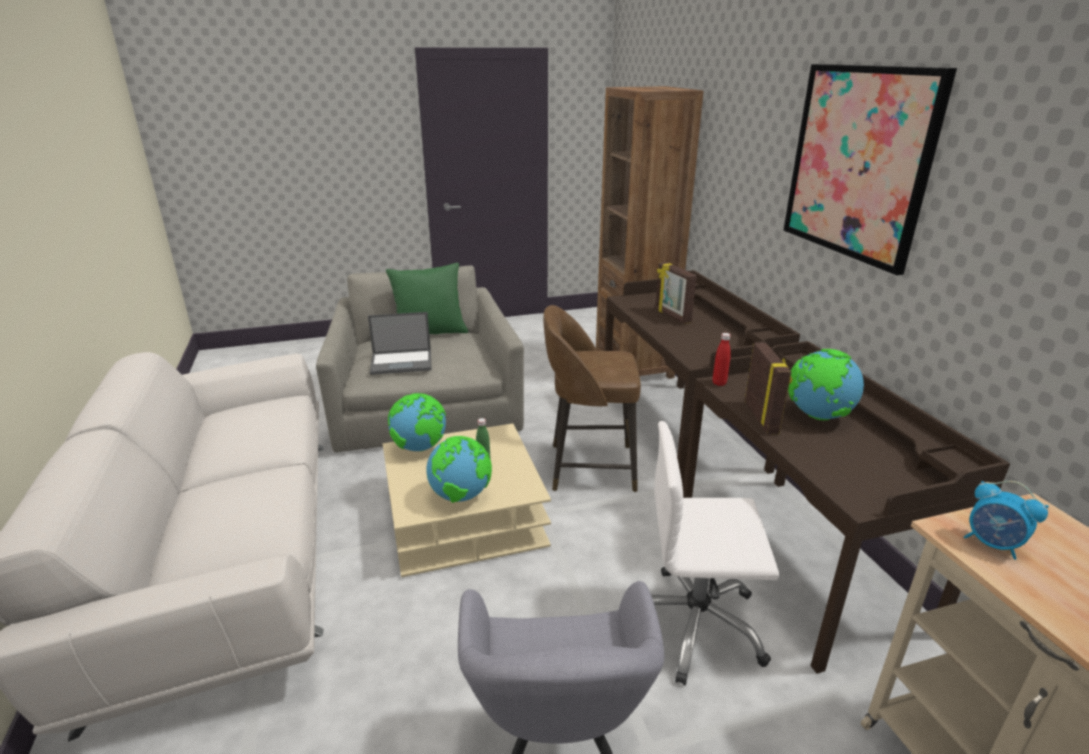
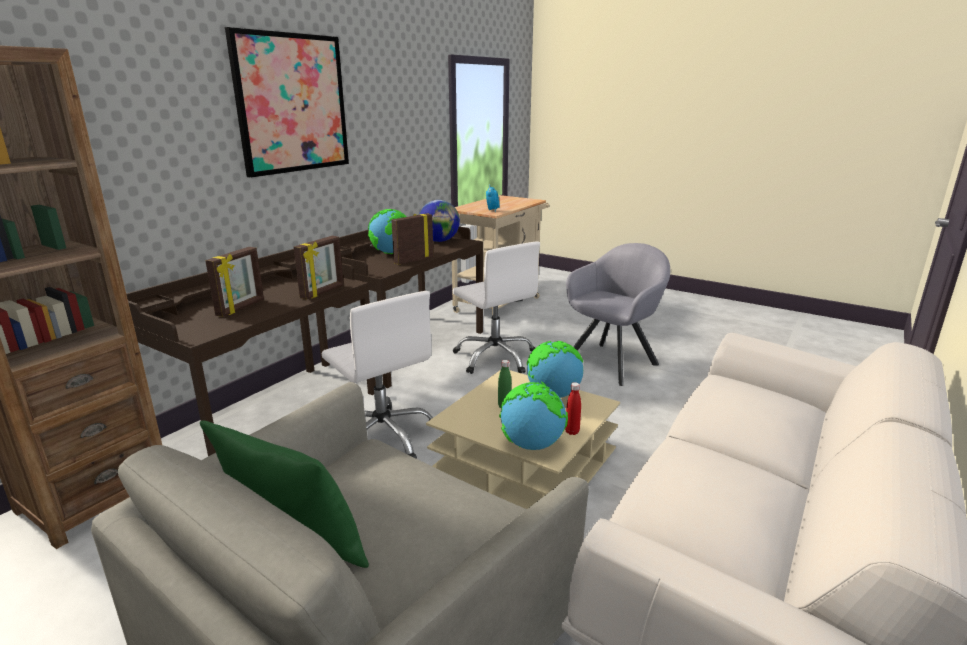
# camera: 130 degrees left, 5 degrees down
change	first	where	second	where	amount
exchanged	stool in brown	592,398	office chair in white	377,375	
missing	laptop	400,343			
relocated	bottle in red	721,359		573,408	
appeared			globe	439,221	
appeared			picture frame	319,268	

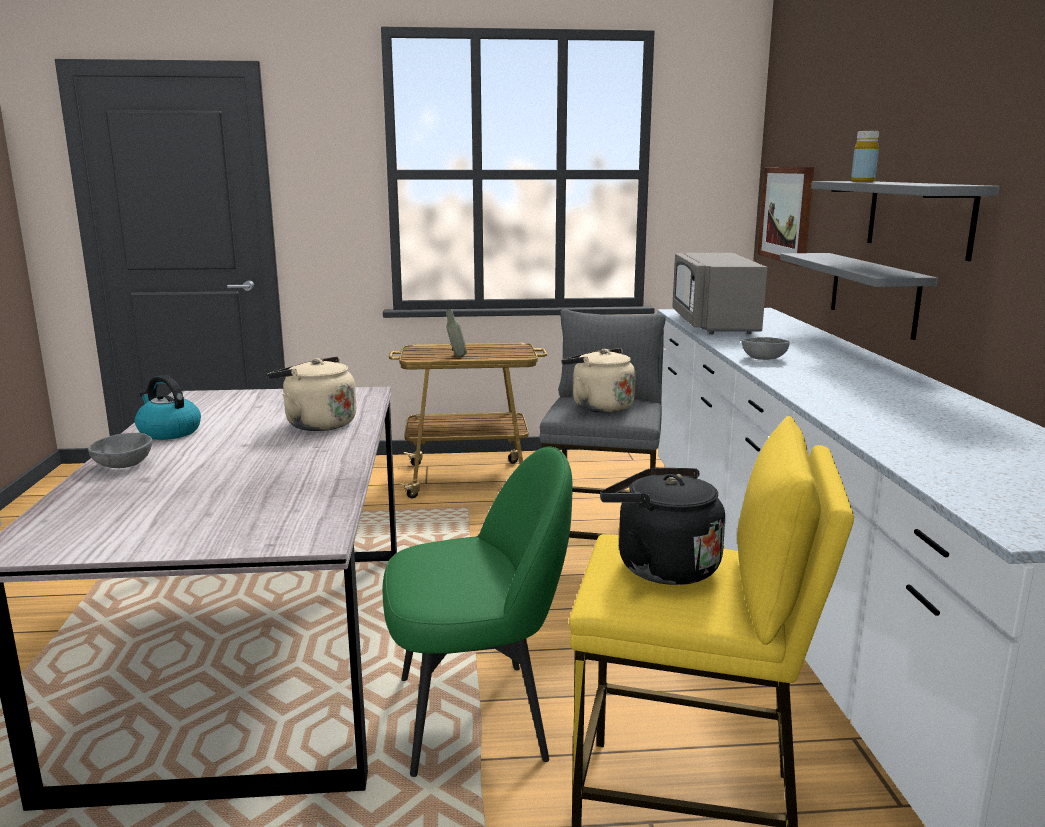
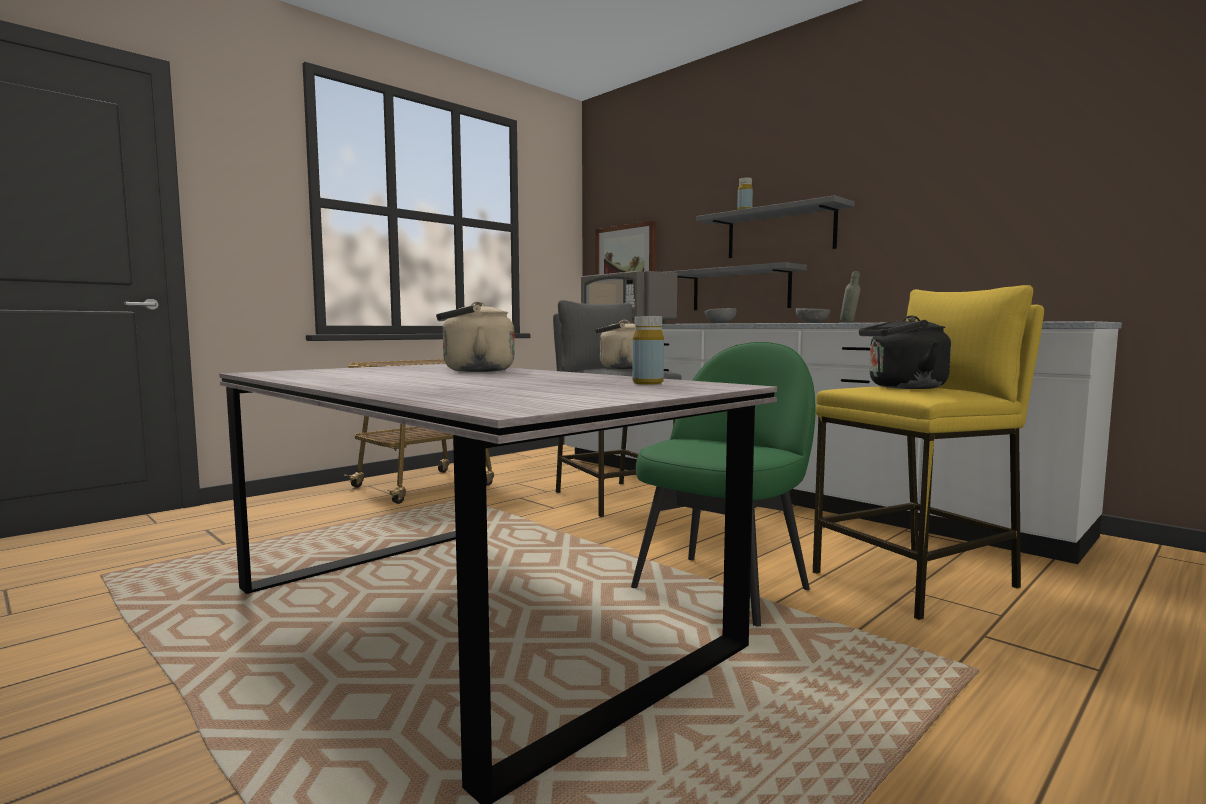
# camera: 40 degrees left, 10 degrees down
change	first	where	second	where	amount
relocated	bottle in grey	456,333		850,297	
missing	kettle	168,407			
relocated	bowl in grey	120,450		813,315	
appeared			bottle in yellow	648,350	

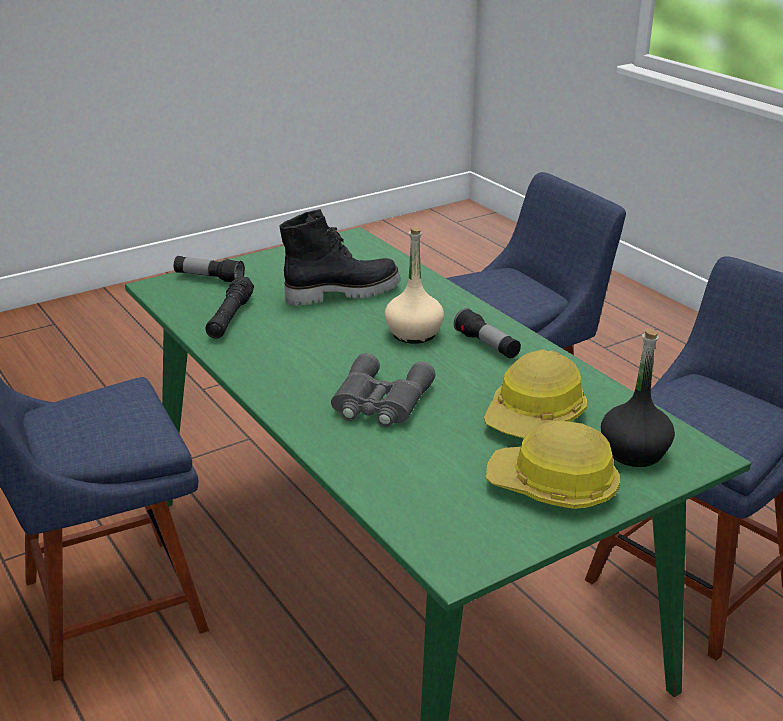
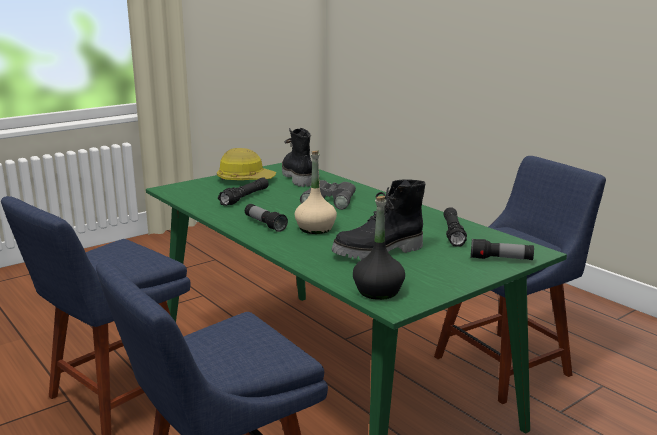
# camera: 175 degrees right, 10 degrees down
change	first	where	second	where	amount
relocated	bottle in black	638,397		379,248	
exchanged	hard hat	535,393	flashlight in black	243,192	
appeared			boot in black	297,157	

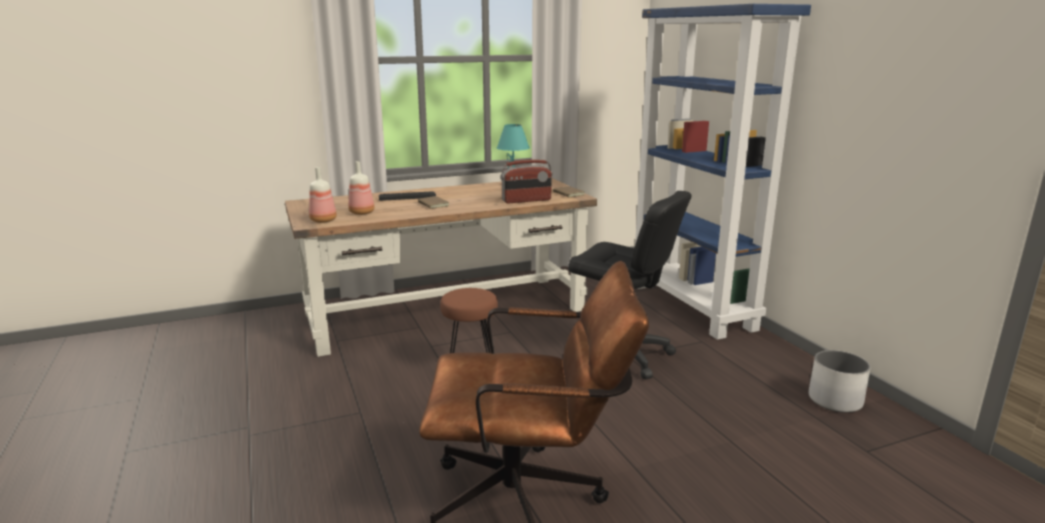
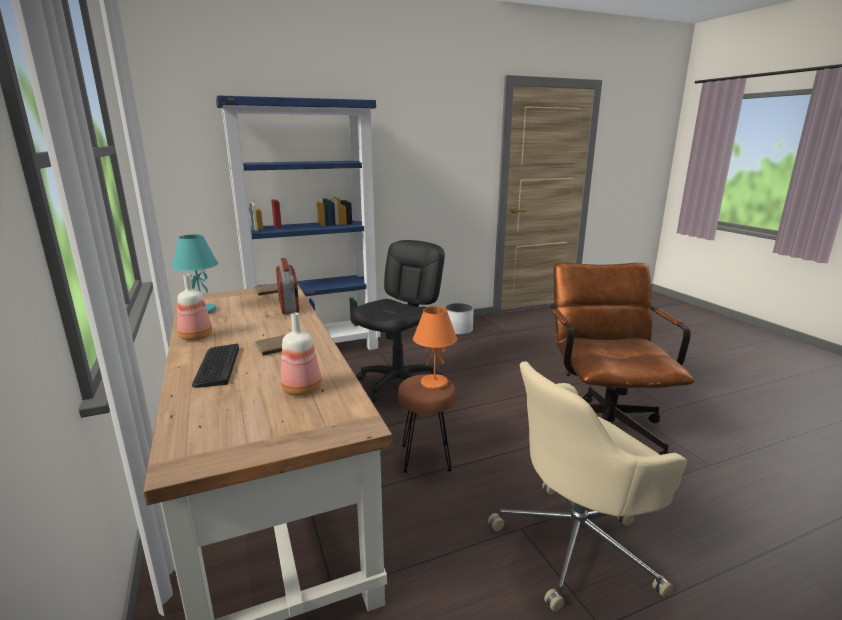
# camera: 90 degrees left, 0 degrees up
change	first	where	second	where	amount
relocated	bottle	323,195		194,308	
appeared			table lamp in orange	435,348	
appeared			office chair in beige	587,486	

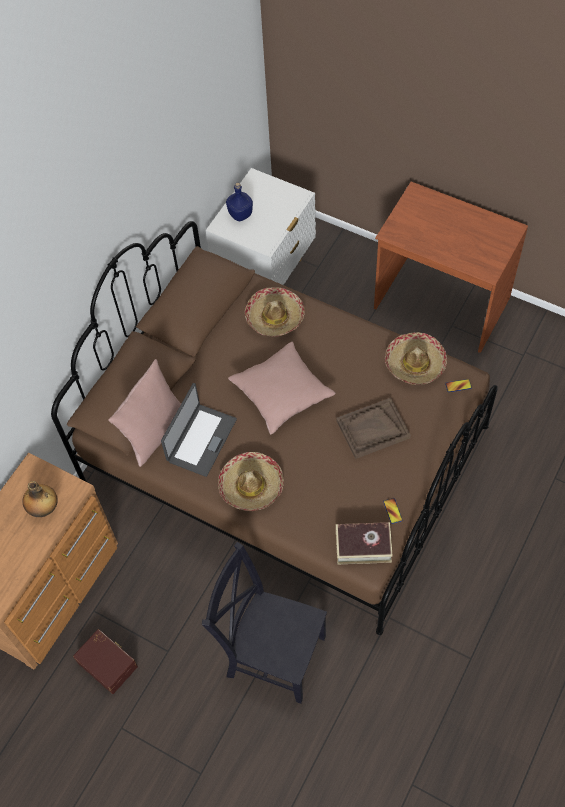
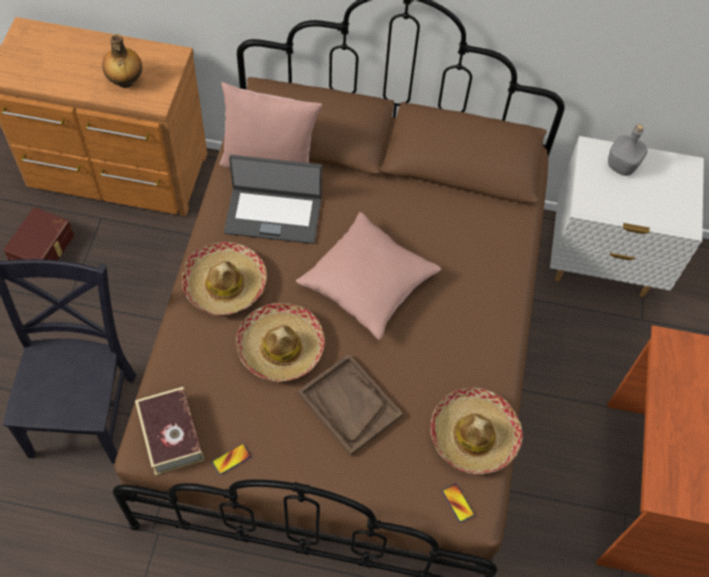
# camera: 65 degrees right, 0 degrees up
change	first	where	second	where	amount
colour	bottle in blue	239,202	bottle in grey	628,150	
relocated	hat	275,312		280,342	

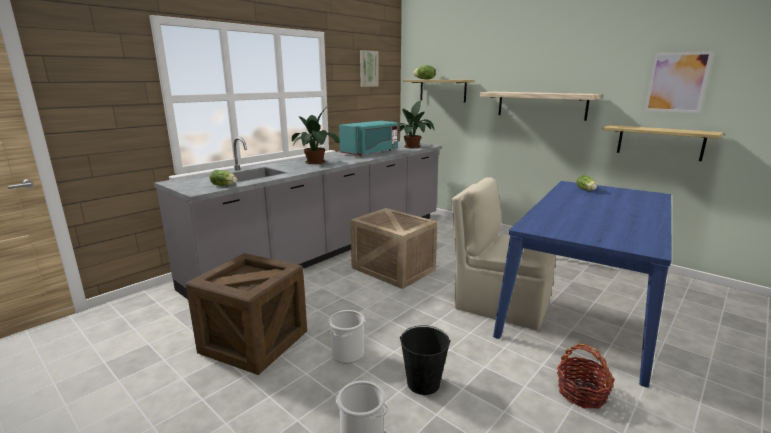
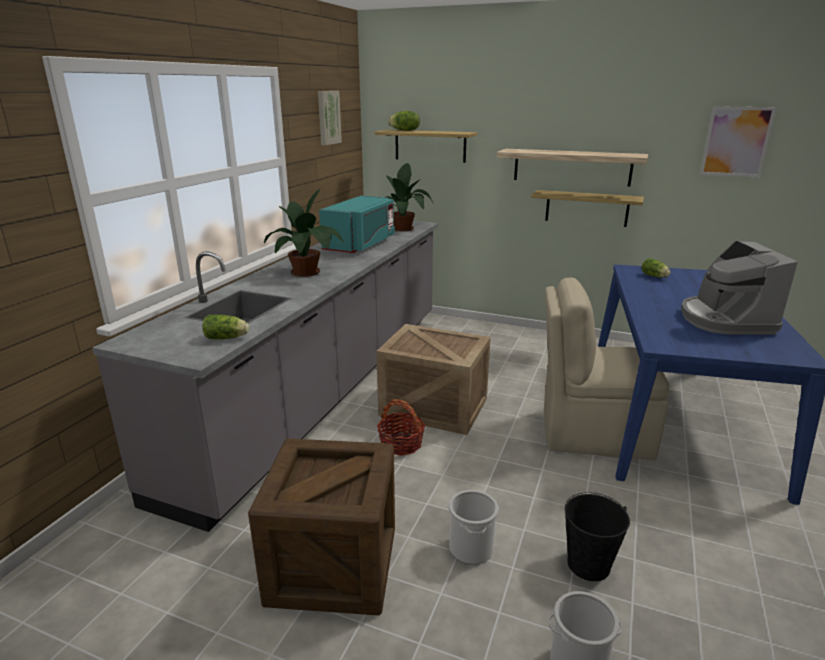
# camera: 20 degrees left, 5 degrees up
change	first	where	second	where	amount
relocated	shelf	662,143		587,208	
relocated	basket	586,376		401,427	
appeared			coffee machine	739,288	

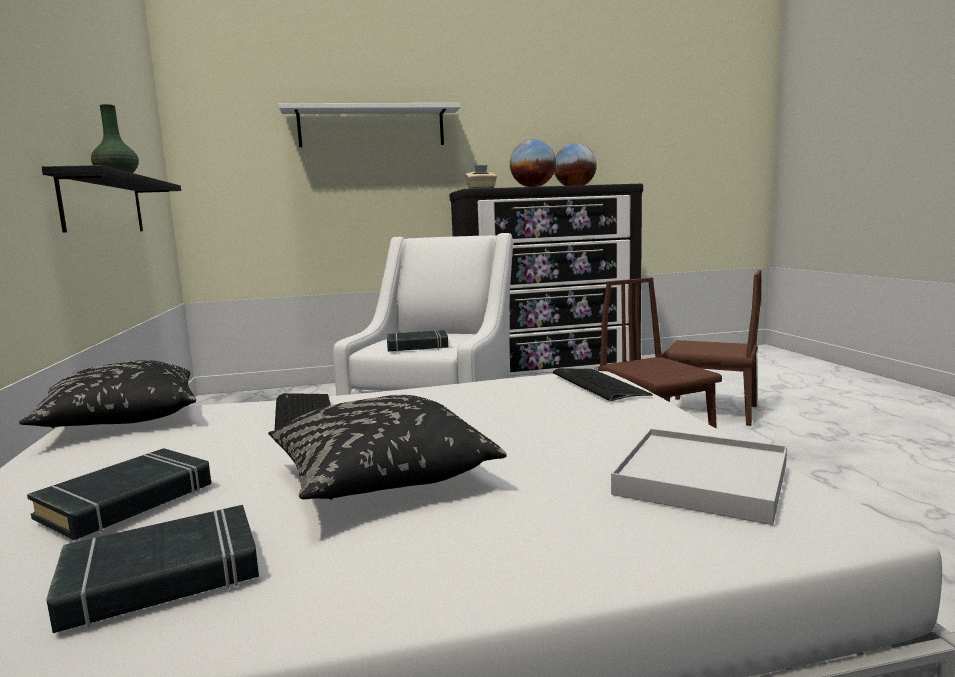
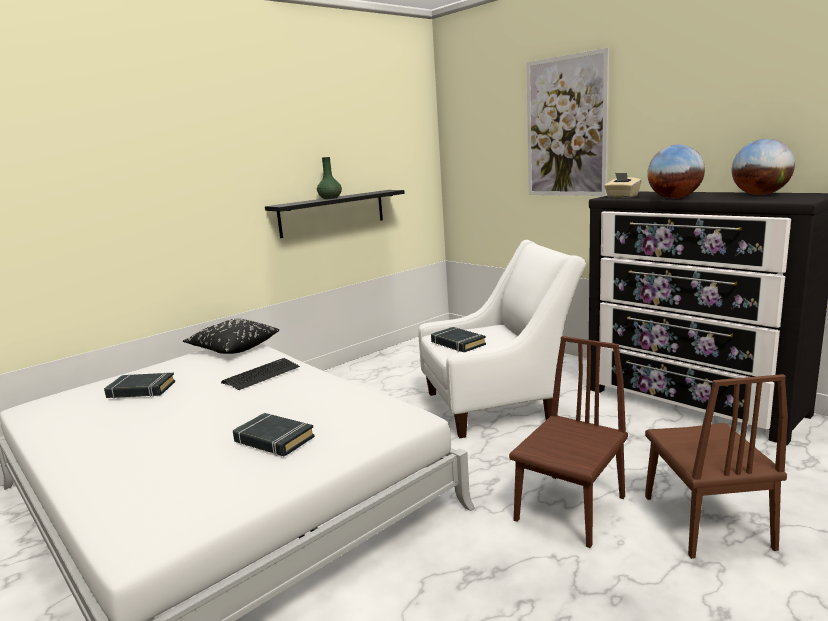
# camera: 60 degrees right, 5 degrees up
change	first	where	second	where	amount
exchanged	shelf in white	369,125	picture	567,122	
missing	keyboard	603,384			
missing	pillow in black	387,447			
missing	tray in white	699,477			
relocated	book in black	152,569		274,434	

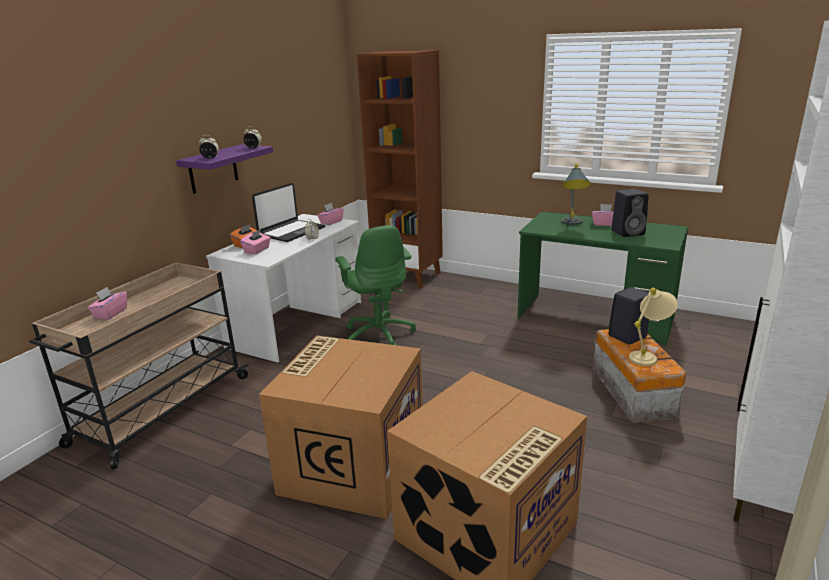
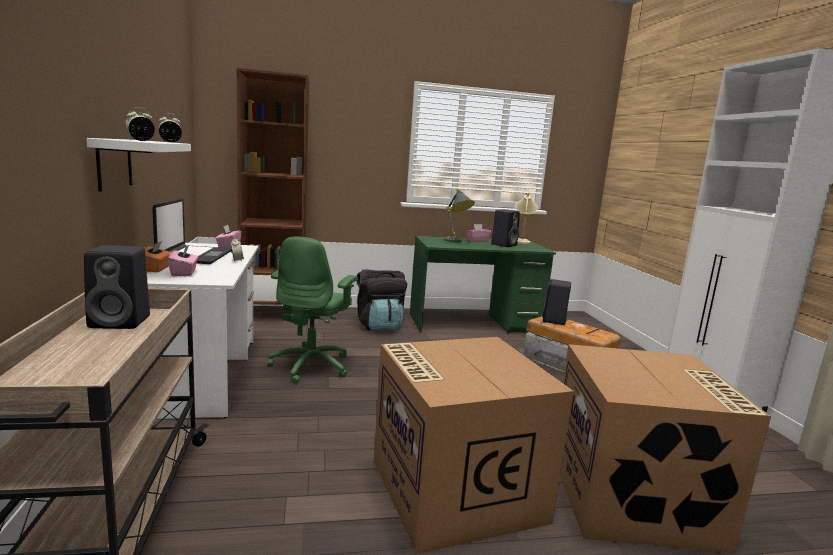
# camera: 40 degrees left, 10 degrees down
change	first	where	second	where	amount
colour	shelf in purple	224,169	shelf in white	138,165	
spun	office chair in green	375,285		312,310	75 degrees clockwise
missing	tissue box in pink	107,303			
relocated	table lamp in beige	653,327		526,218	
appeared			speaker in black	117,287	
appeared			backpack in black	382,299	

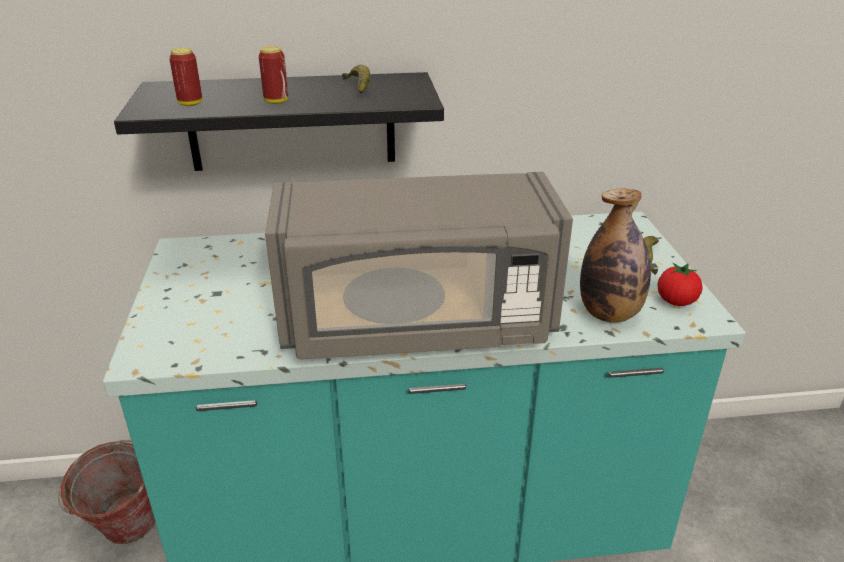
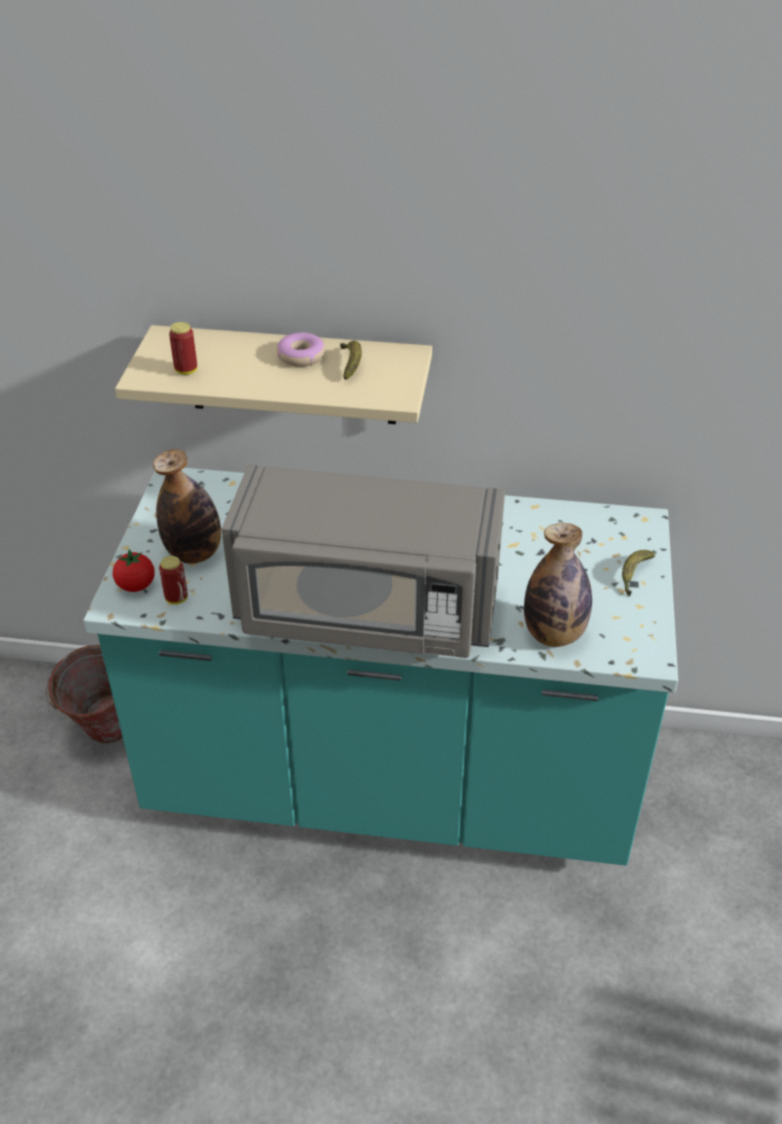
# camera: 15 degrees right, 10 degrees up
change	first	where	second	where	amount
relocated	can	273,75		173,580	
colour	shelf in black	279,121	shelf in beige	273,374	
relocated	tomato	680,284		134,570	
appeared			donut	301,350	
appeared			bottle	187,506	

